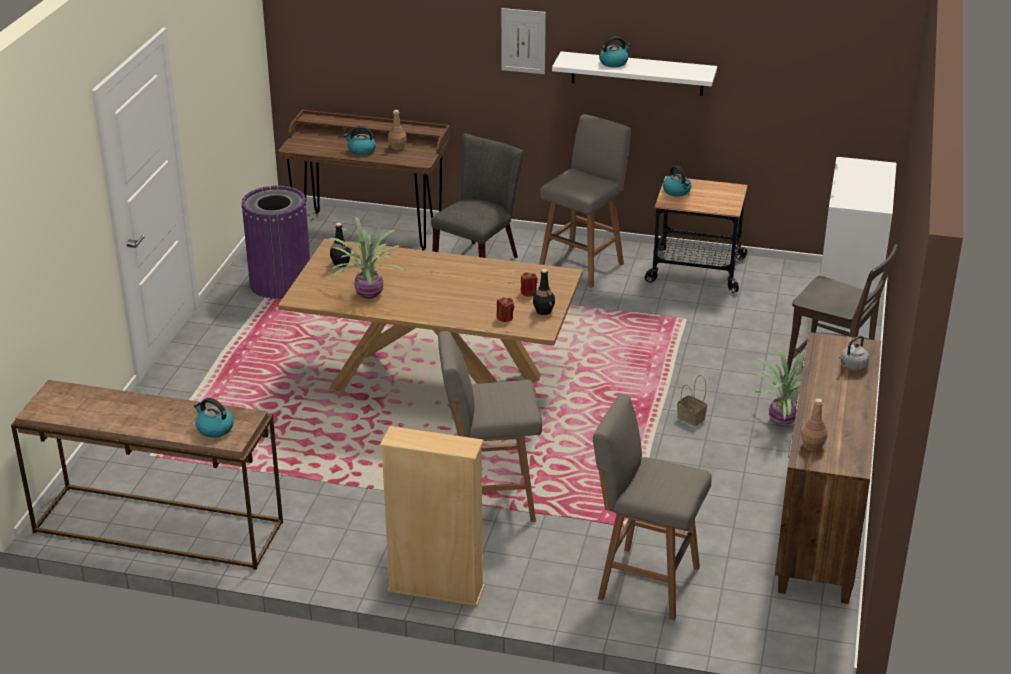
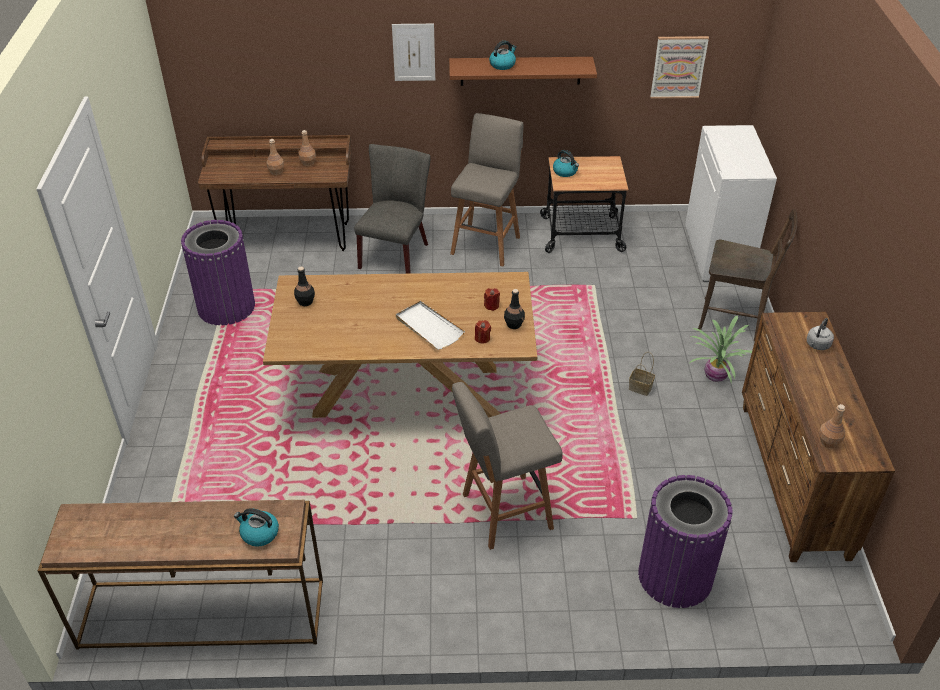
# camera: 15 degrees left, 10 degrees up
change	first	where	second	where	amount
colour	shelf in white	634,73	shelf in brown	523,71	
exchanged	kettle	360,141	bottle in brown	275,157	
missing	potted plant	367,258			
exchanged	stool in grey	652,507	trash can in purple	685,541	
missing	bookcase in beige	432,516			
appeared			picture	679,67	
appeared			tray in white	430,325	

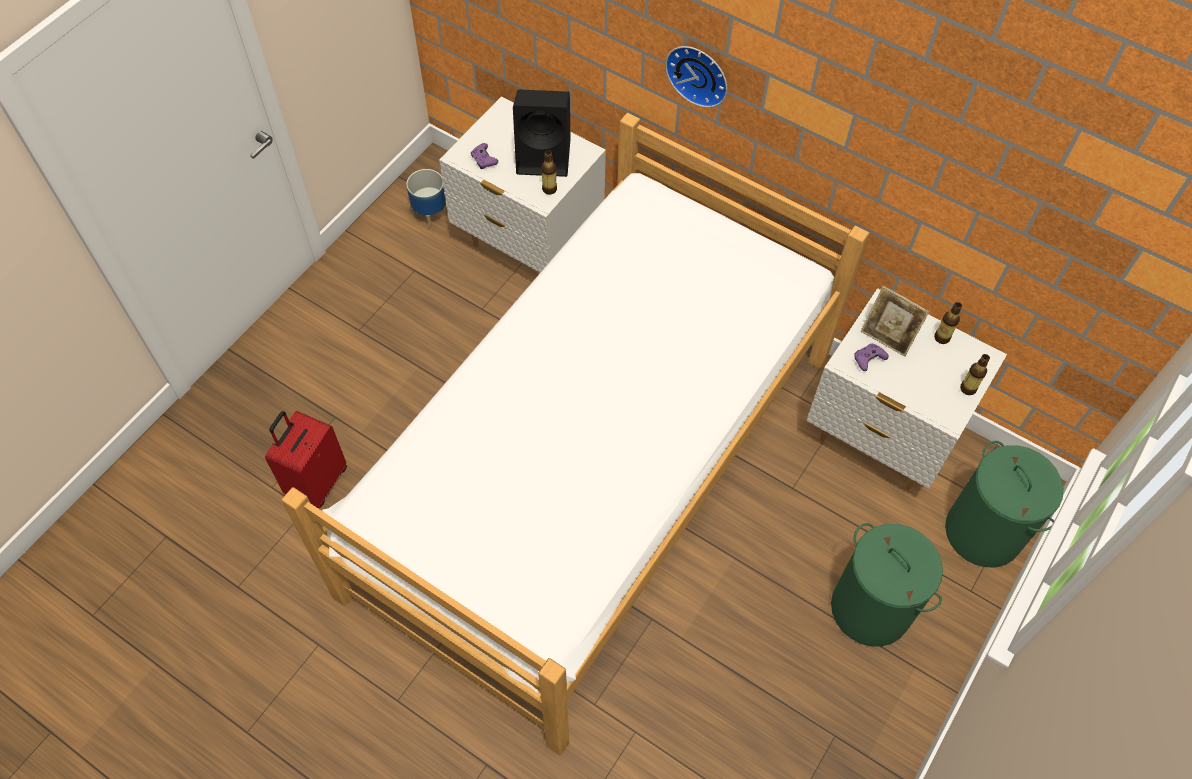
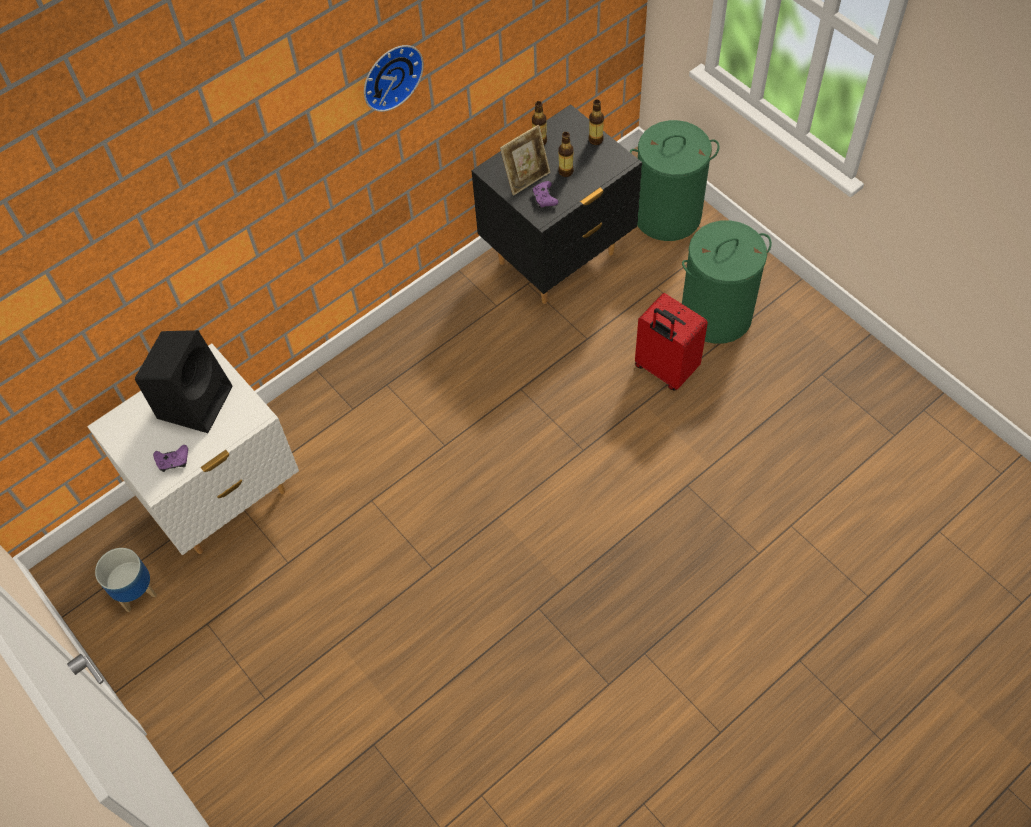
# camera: 70 degrees left, 0 degrees up
change	first	where	second	where	amount
relocated	wall clock	696,77		394,78	
missing	bed	575,434			
relocated	bottle	549,172		566,154	
colour	nightstand in white	907,388	nightstand in black	556,204	
relocated	suitcase in red	306,459		671,342	

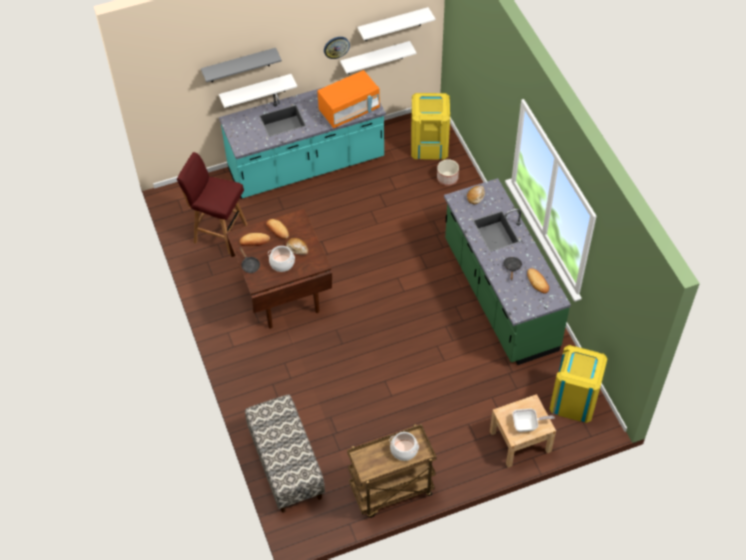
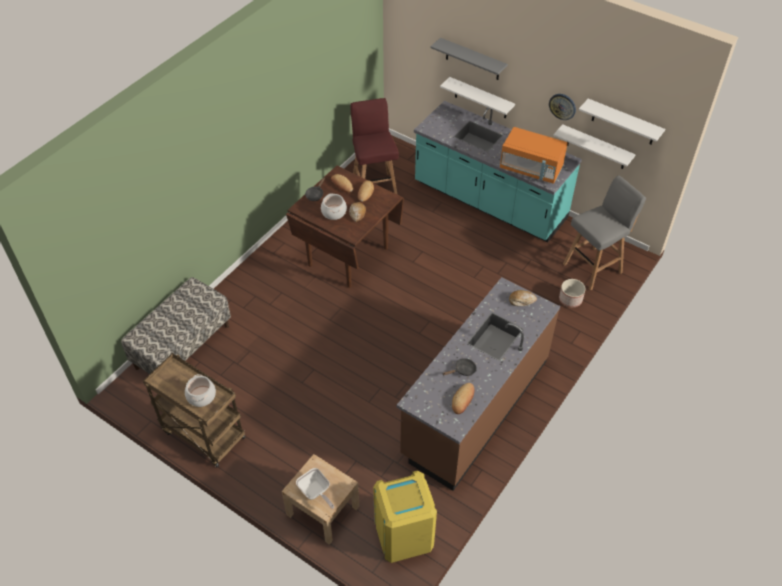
# camera: 55 degrees right, 5 degrees down
change	first	where	second	where	amount
exchanged	trash can in yellow	430,126	stool in grey	604,233	
colour	counter in green	507,271	counter in brown	478,384	

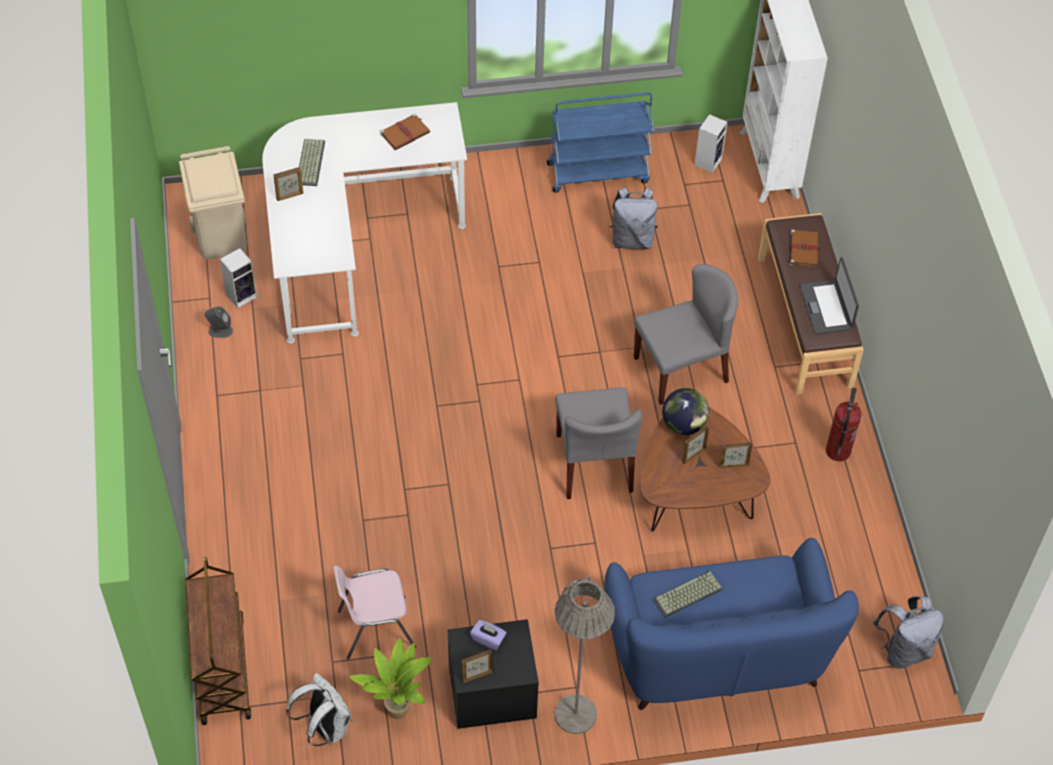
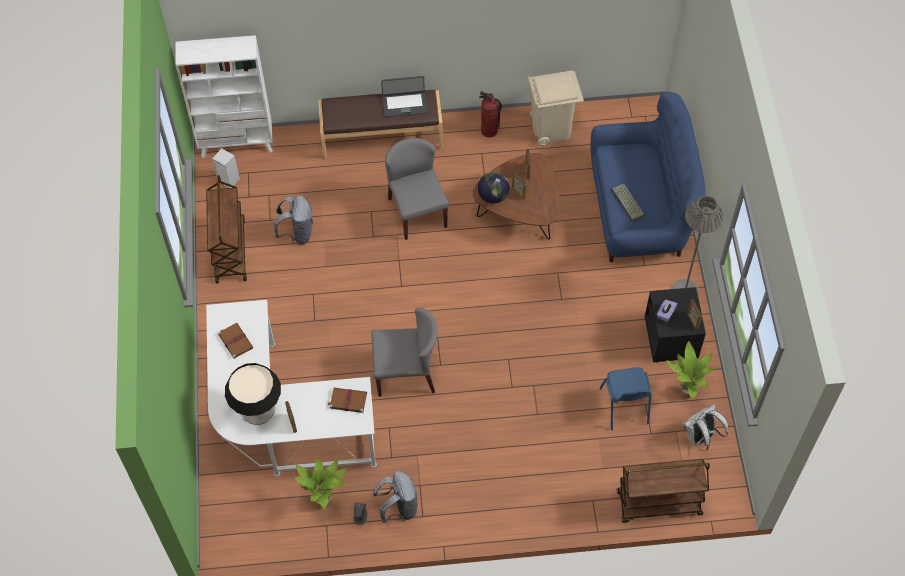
# camera: 85 degrees left, 5 degrees up
change	first	where	second	where	amount
colour	cart in blue	600,142	cart in brown	226,229	
exchanged	keyboard	312,162	table lamp	253,394	
relocated	trash can in beige	213,202		556,108	
relocated	book in brown	804,248		347,400	
exchanged	speaker	238,278	potted plant	320,483	
relocated	chair in grey	598,443		404,352	
colour	chair in pink	375,612	chair in blue	625,398	
relocated	backpack in grey	908,632		395,497	

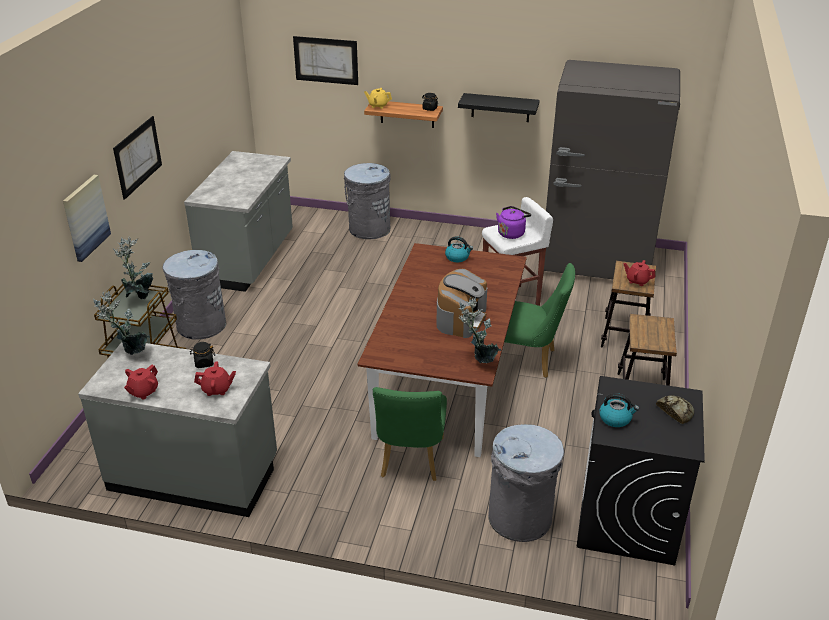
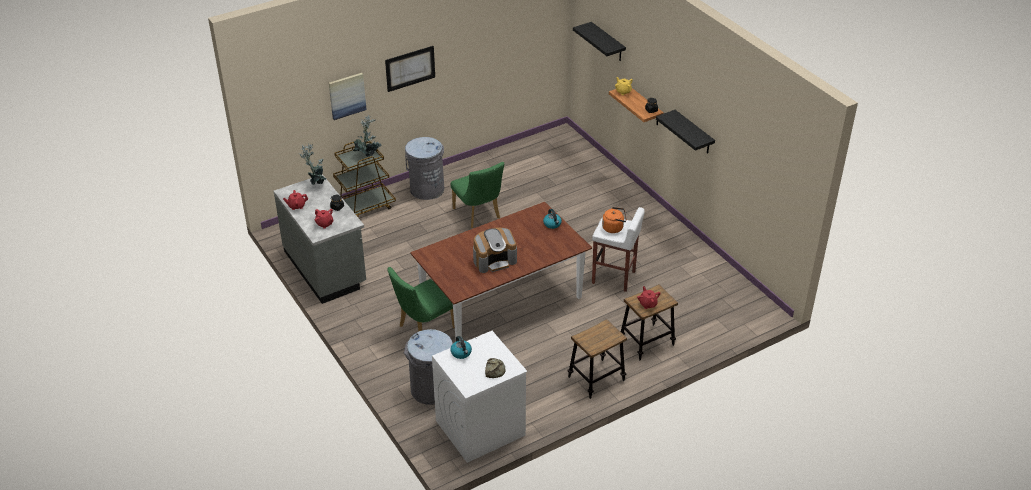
# camera: 45 degrees right, 5 degrees up
change	first	where	second	where	amount
exchanged	picture	325,60	shelf in black	599,41	
missing	fridge in grey	612,169			
missing	counter in grey	238,221			
missing	trash can in grey	367,201			
colour	kettle in purple	513,222	kettle in orange	614,220	
relocated	chair in green	539,320		477,195	
missing	potted plant	479,330			
colour	washing machine in black	641,470	washing machine in white	479,397	

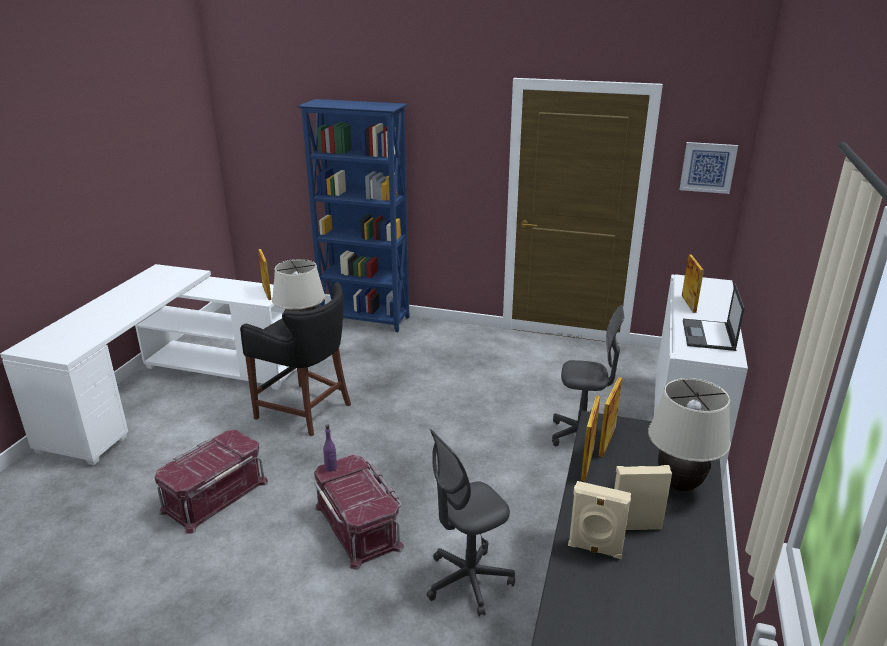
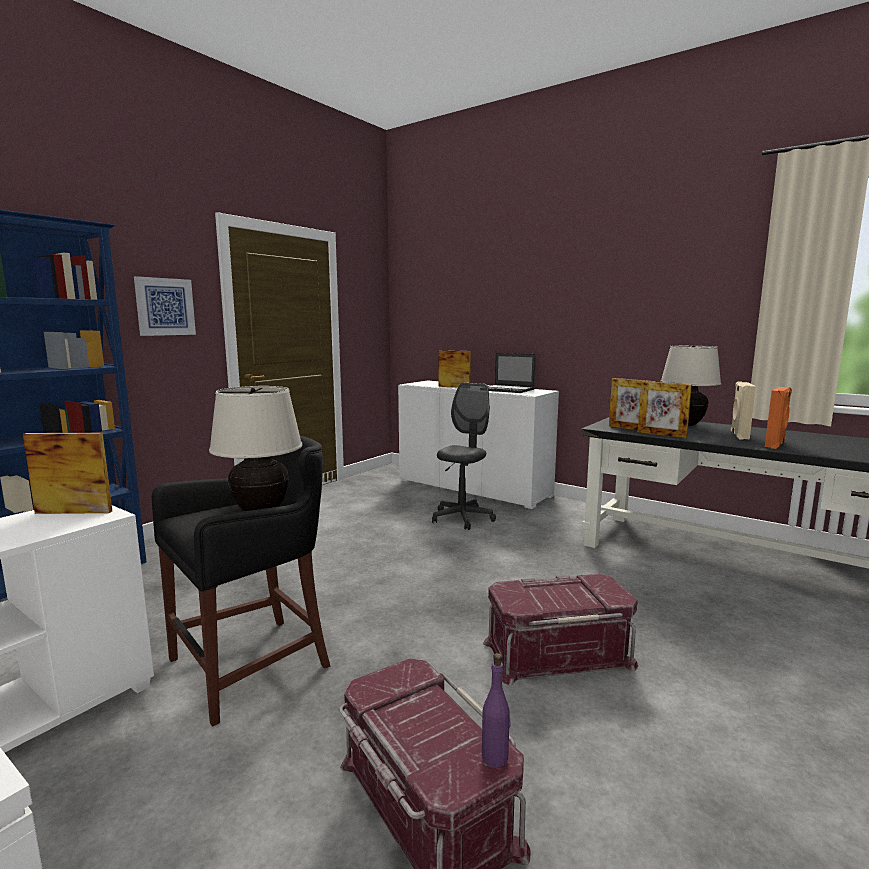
# camera: 70 degrees left, 15 degrees down
change	first	where	second	where	amount
relocated	picture	709,168		165,306	
relocated	bottle in purple	330,448		496,710	
missing	office chair in grey	471,523			
colour	speaker in beige	599,520	speaker in orange	778,418	

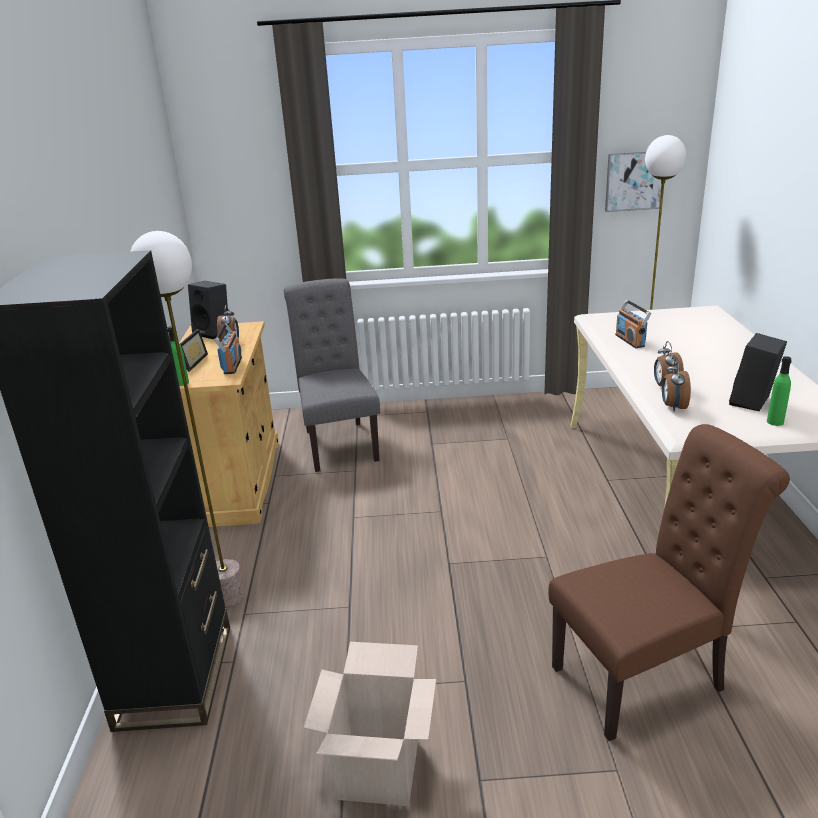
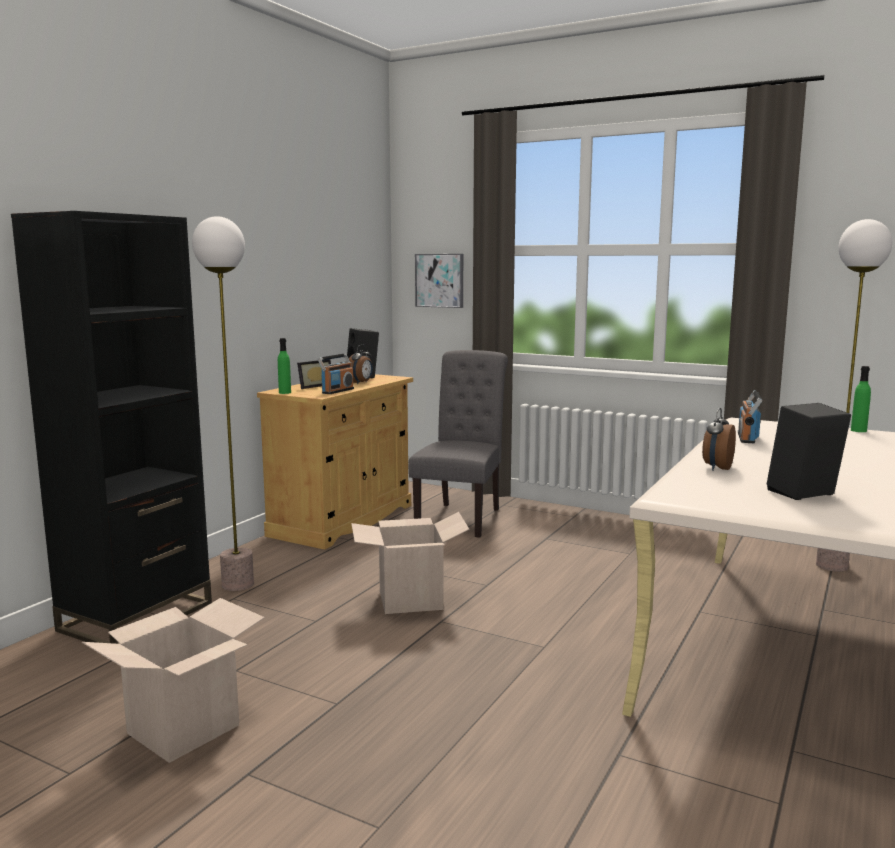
# camera: 30 degrees right, 15 degrees down
change	first	where	second	where	amount
relocated	picture	633,182		439,281	
relocated	bottle in green	779,391		861,399	
missing	alarm clock	676,385			
missing	chair in brown	669,582			
appeared			cardboard box	410,563	

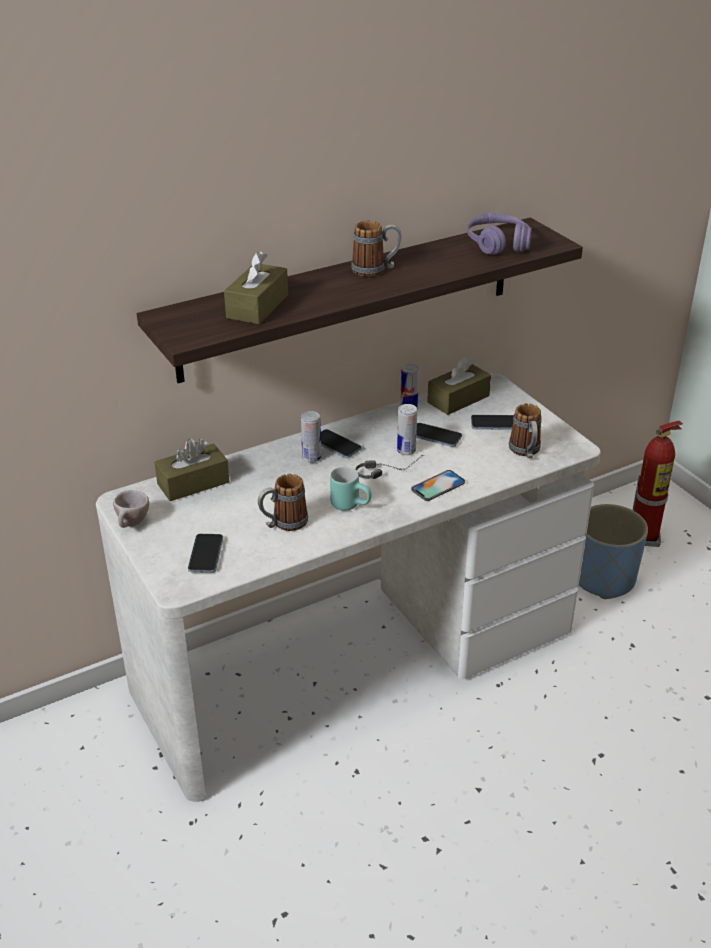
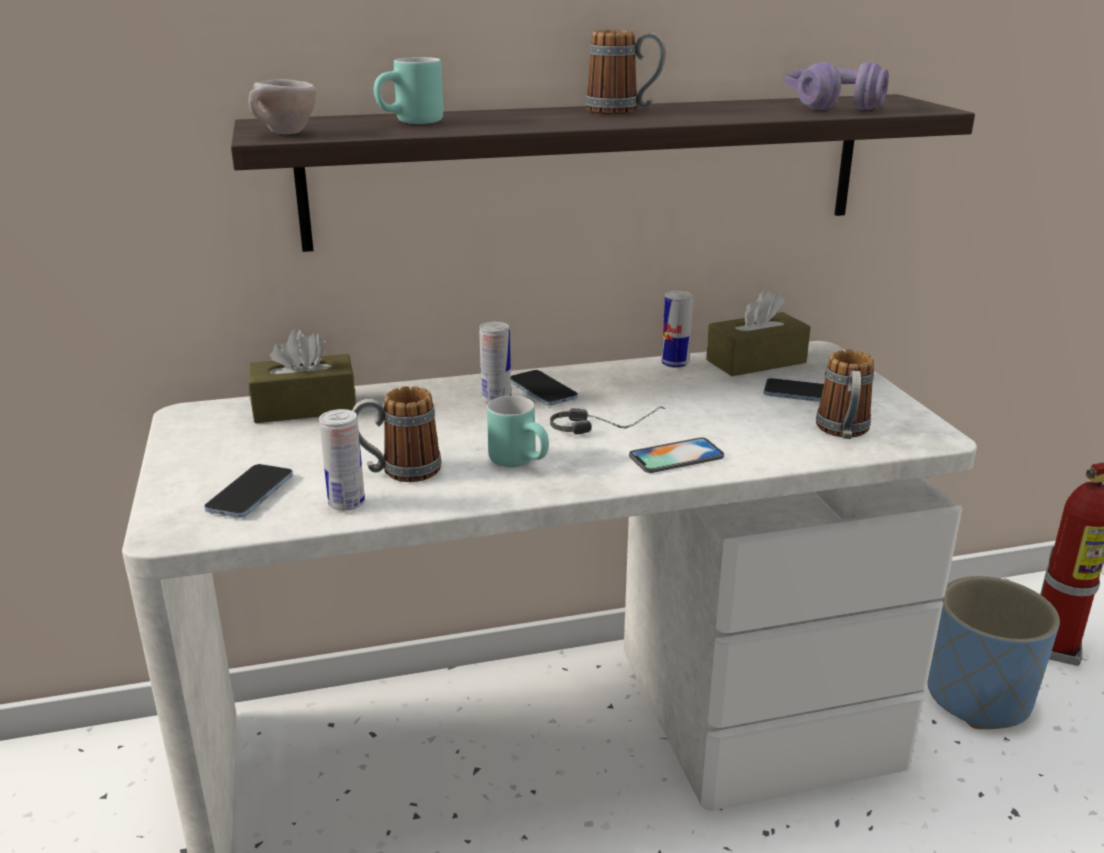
# camera: 15 degrees right, 10 degrees down
change	first	where	second	where	amount
exchanged	tissue box in brown	256,287	mug in turquoise	408,90	
relocated	can	407,429		342,460	
missing	phone	439,435			
relocated	cup in beige	131,509		282,106	

